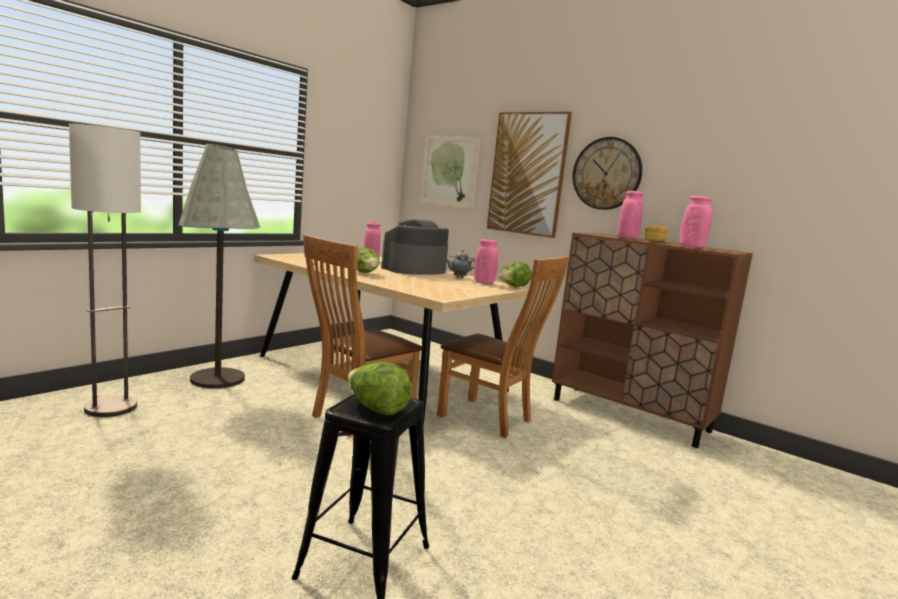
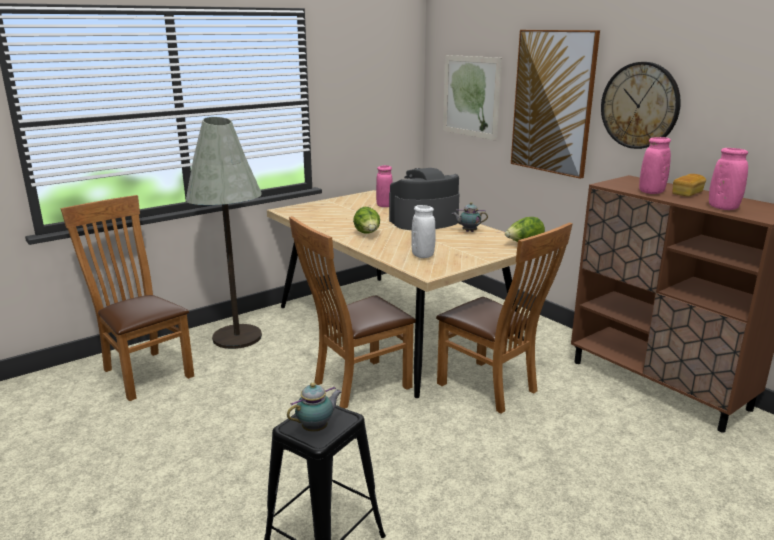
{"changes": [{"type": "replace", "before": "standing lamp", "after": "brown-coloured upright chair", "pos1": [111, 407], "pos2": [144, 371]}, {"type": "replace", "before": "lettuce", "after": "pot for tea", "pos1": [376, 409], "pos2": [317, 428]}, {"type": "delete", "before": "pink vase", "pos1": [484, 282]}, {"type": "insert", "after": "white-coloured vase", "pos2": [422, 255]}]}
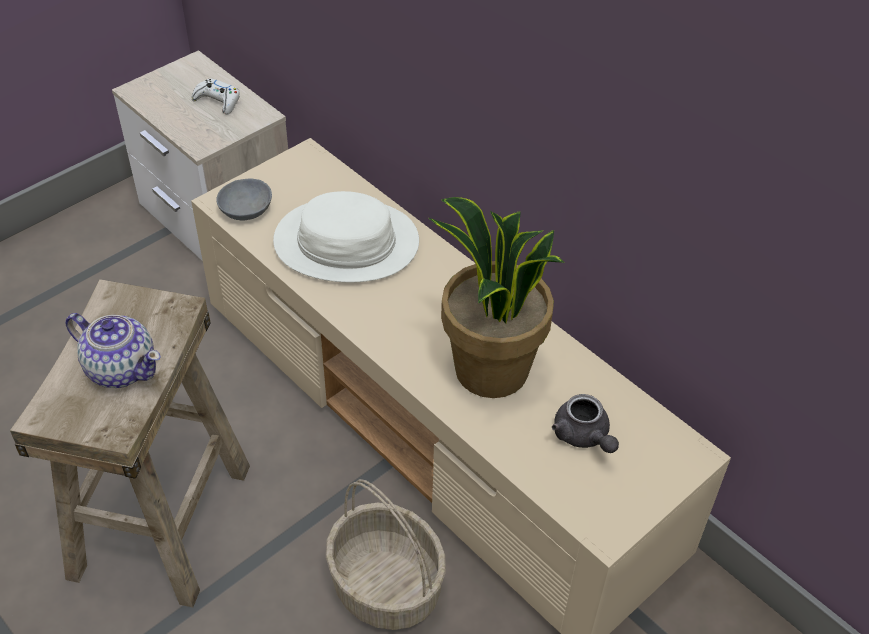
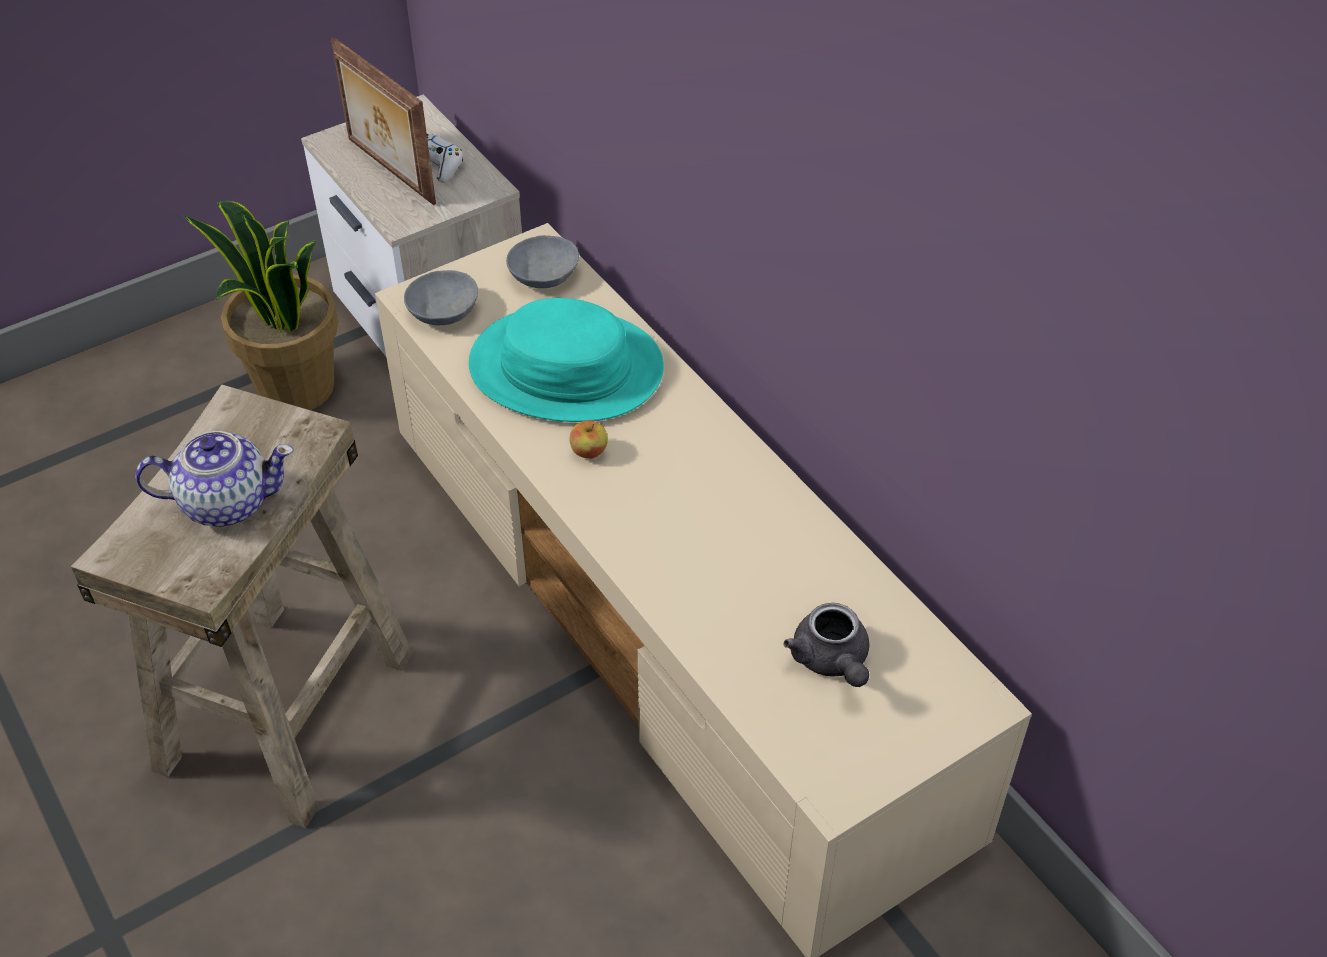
{"changes": [{"type": "rotate", "before": "pot for tea", "pos1": [121, 368], "pos2": [225, 502], "turn": -45}, {"type": "recolor", "before": "white-coloured hat", "after": "blue-green hat", "pos1": [346, 243], "pos2": [566, 368]}, {"type": "delete", "before": "basket", "pos1": [387, 586]}, {"type": "move", "before": "houseplant", "pos1": [490, 371], "pos2": [295, 389]}, {"type": "insert", "after": "photo frame", "pos2": [389, 171]}, {"type": "insert", "after": "gray serving bowl", "pos2": [543, 273]}, {"type": "insert", "after": "whole apple", "pos2": [589, 452]}]}
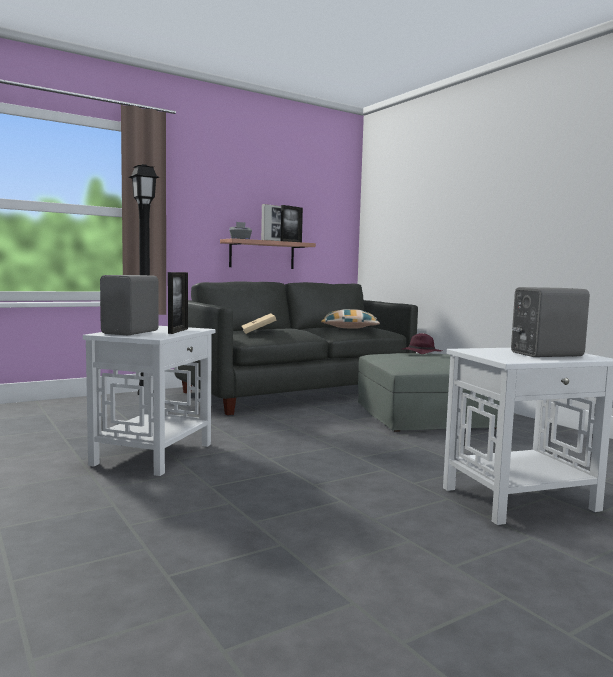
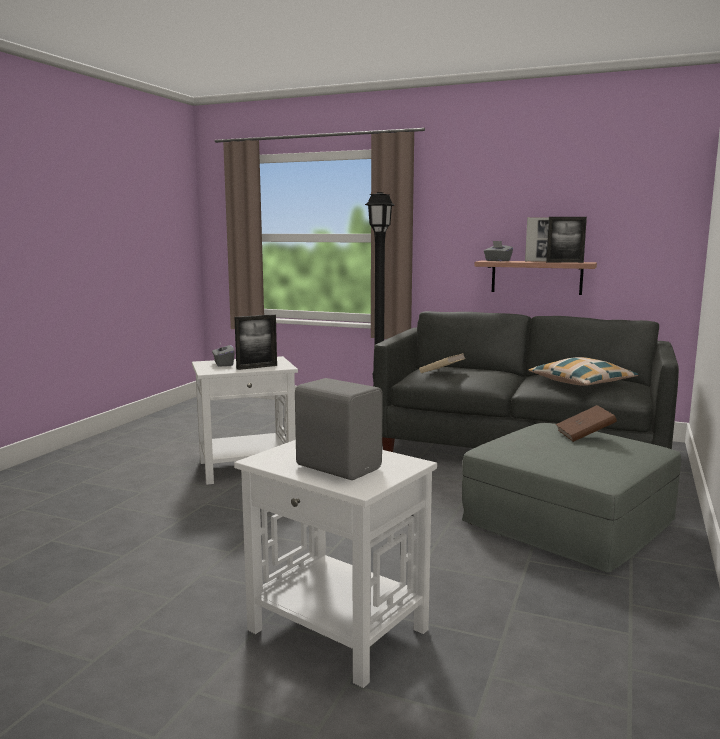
{"changes": [{"type": "replace", "before": "gray loudspeaker", "after": "gray box of tissues", "pos1": [132, 332], "pos2": [223, 364]}, {"type": "replace", "before": "purple-coloured hat", "after": "brown-coloured volume", "pos1": [420, 353], "pos2": [584, 435]}]}
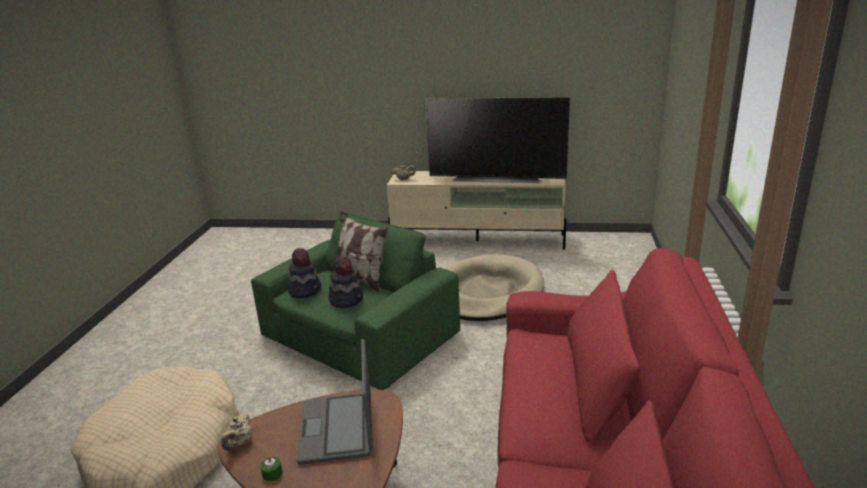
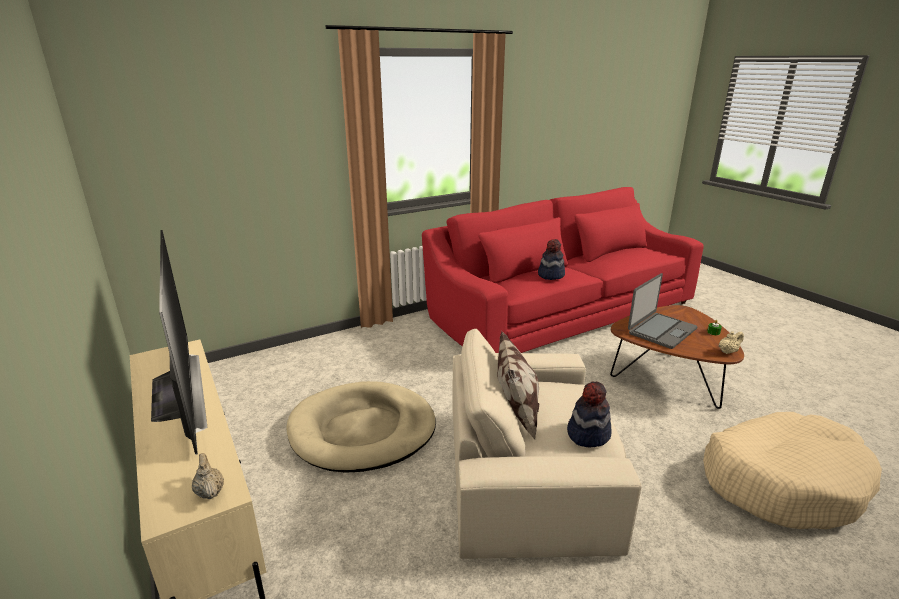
{"changes": [{"type": "recolor", "before": "greenish armchair", "after": "sand-coloured armchair", "pos1": [359, 336], "pos2": [527, 474]}, {"type": "move", "before": "hat", "pos1": [346, 299], "pos2": [550, 275]}]}
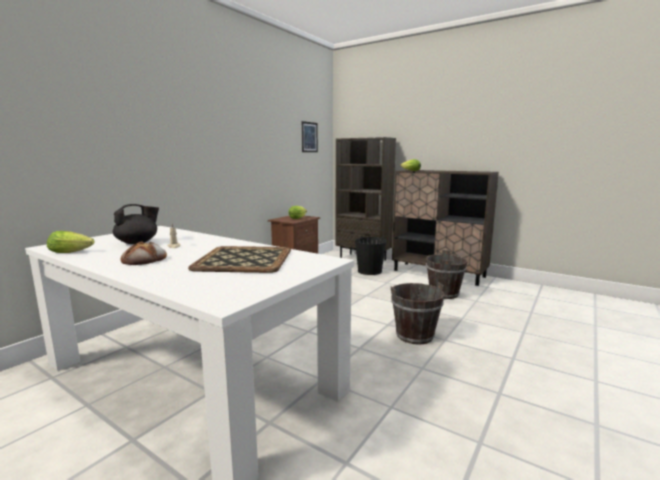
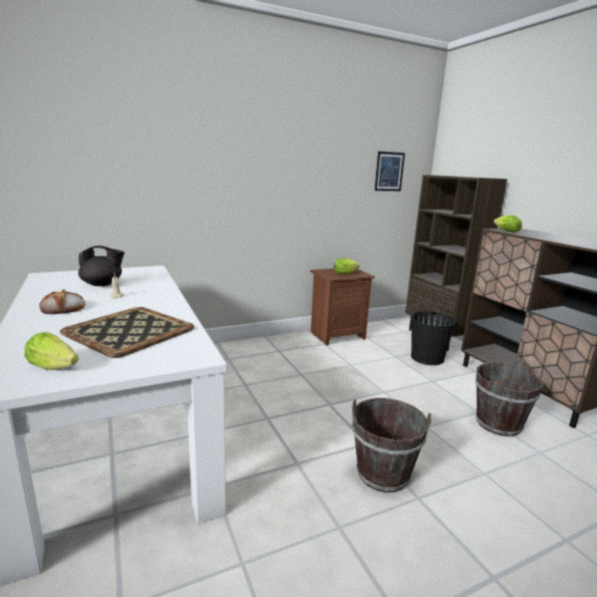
{"changes": [{"type": "move", "before": "lettuce", "pos1": [73, 252], "pos2": [55, 367]}]}
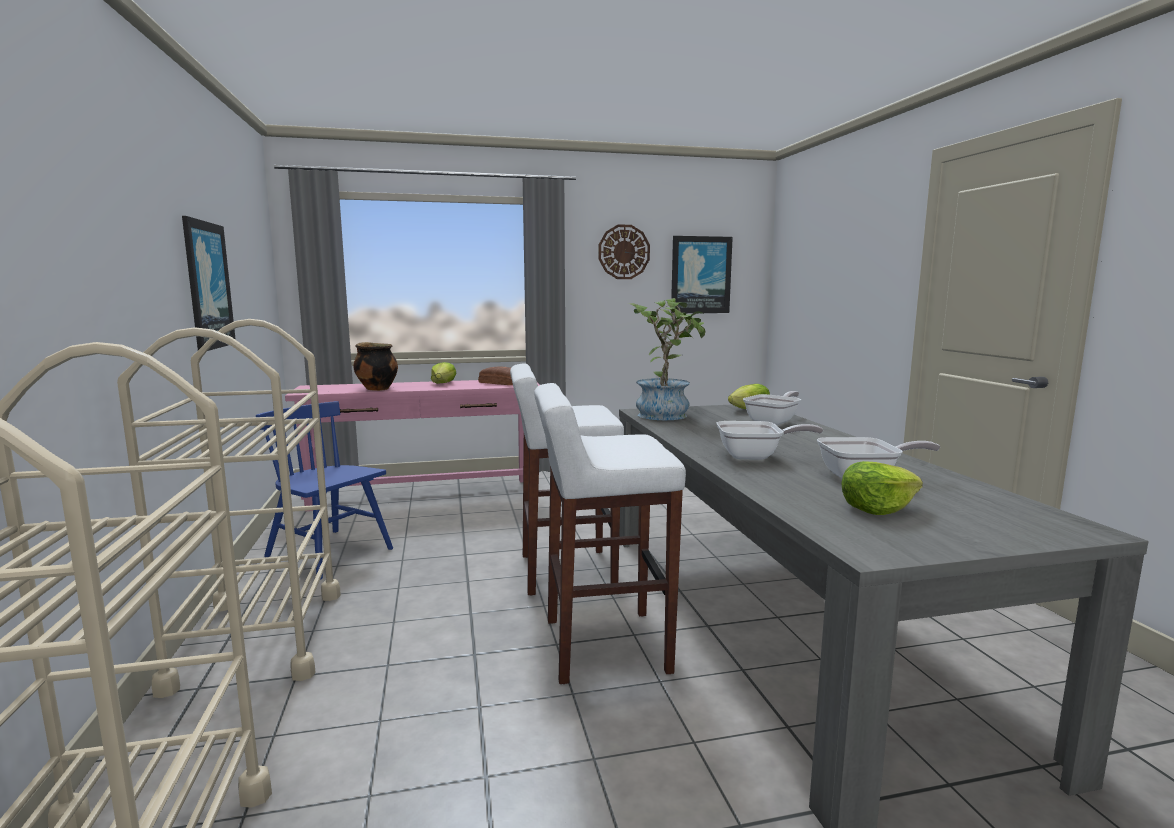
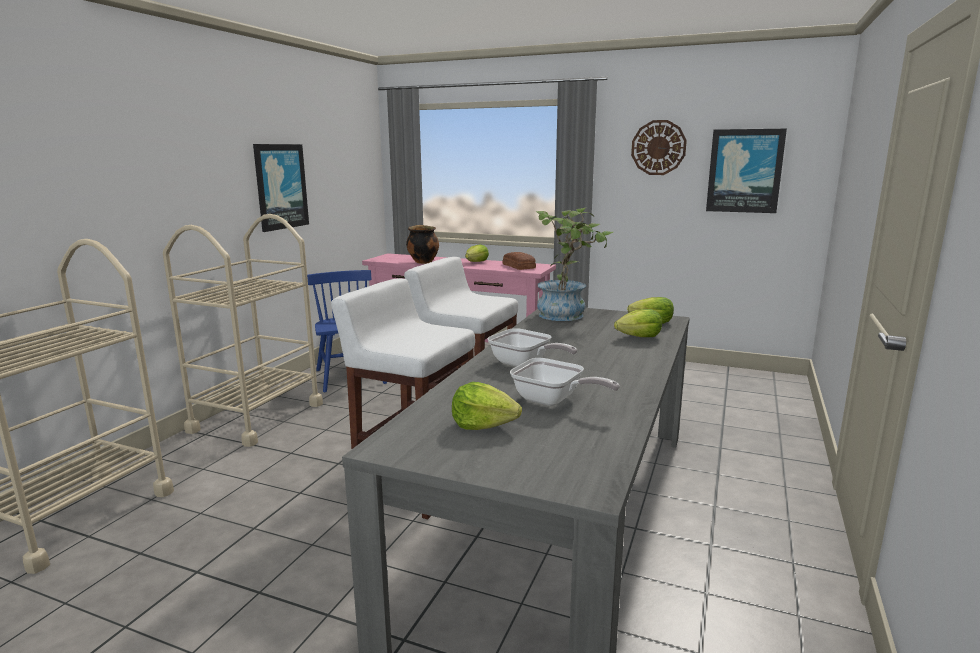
{"changes": [{"type": "replace", "before": "skillet", "after": "lettuce", "pos1": [774, 421], "pos2": [639, 337]}]}
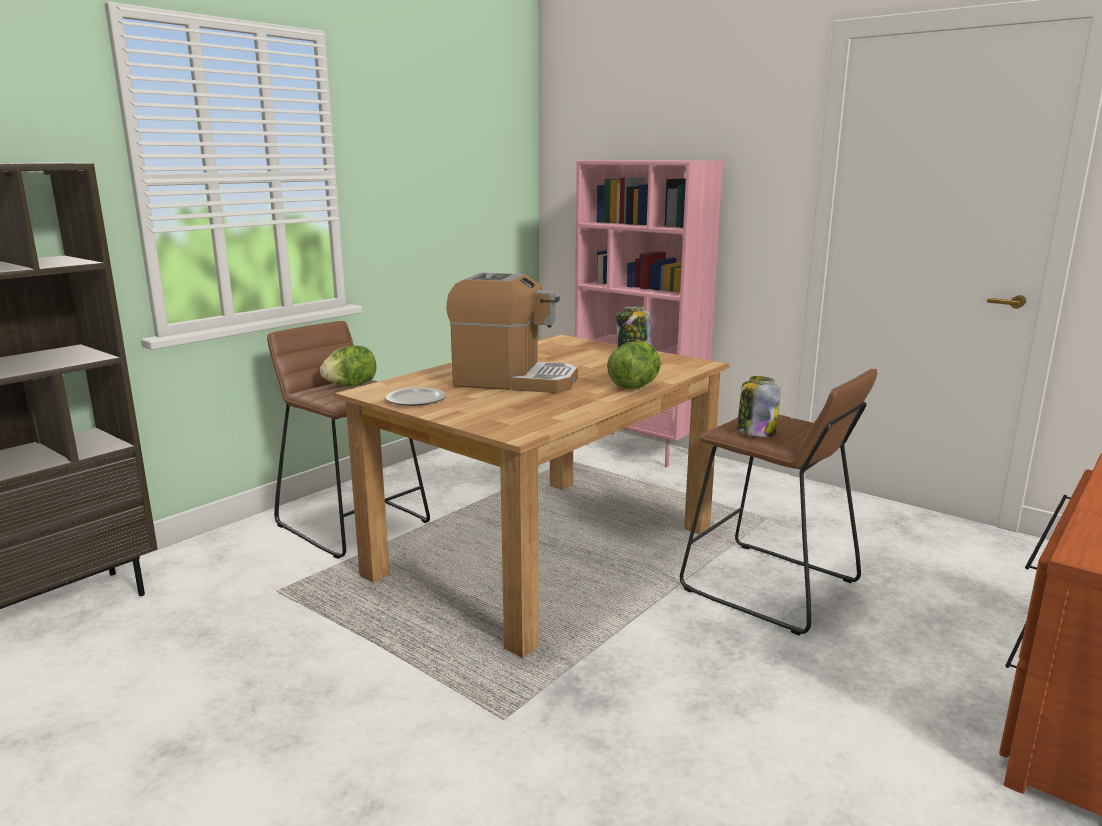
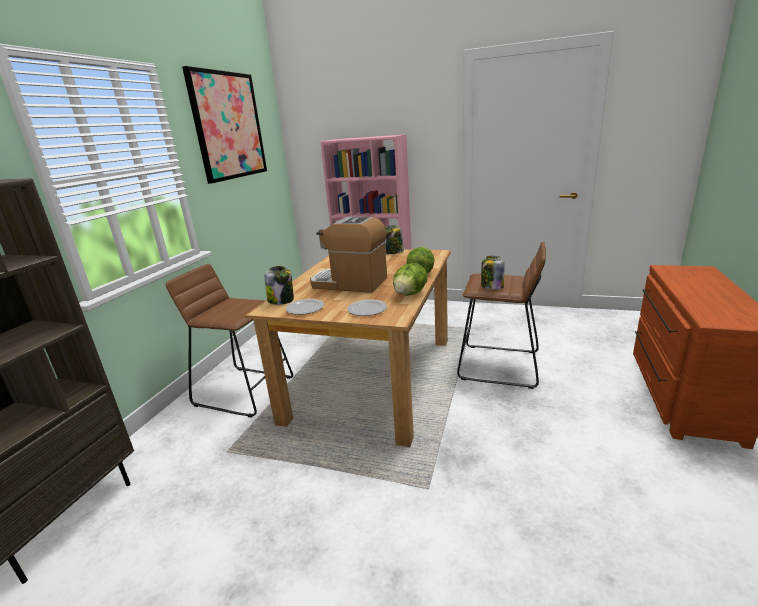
{"changes": [{"type": "move", "before": "lettuce", "pos1": [351, 385], "pos2": [410, 294]}, {"type": "rotate", "before": "coffee maker", "pos1": [514, 381], "pos2": [349, 283], "turn": -150}, {"type": "insert", "after": "wall picture", "pos2": [228, 126]}, {"type": "insert", "after": "preserve jar", "pos2": [281, 300]}, {"type": "insert", "after": "plate", "pos2": [366, 309]}]}
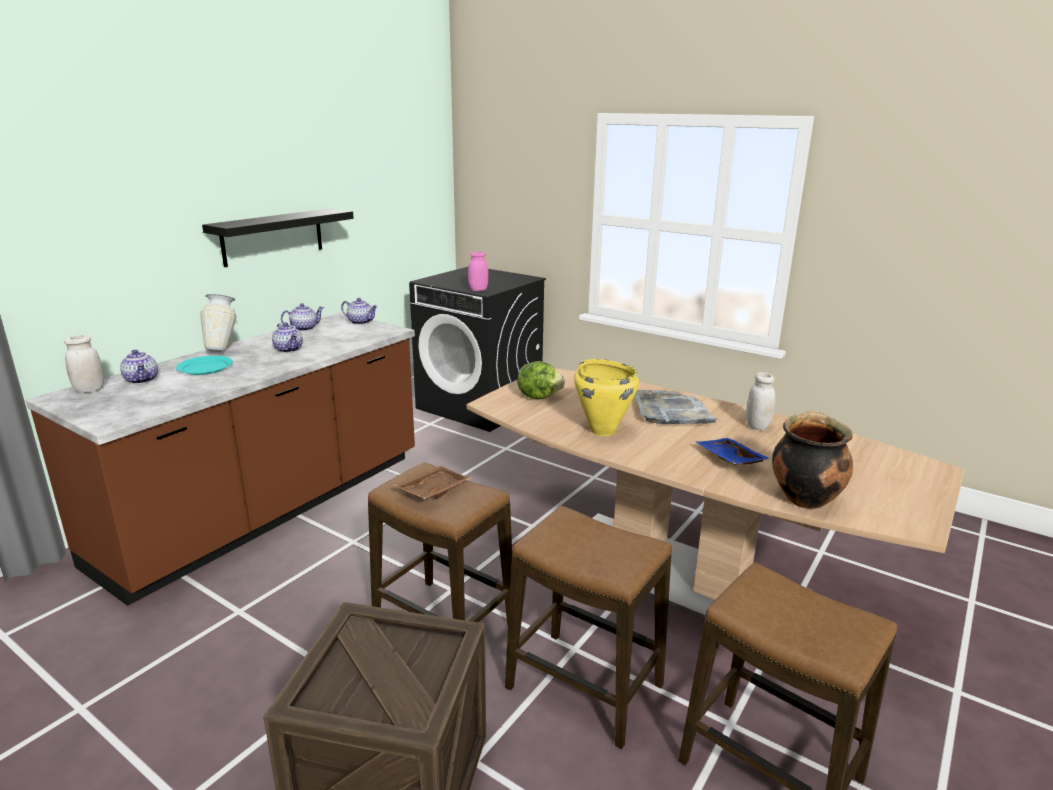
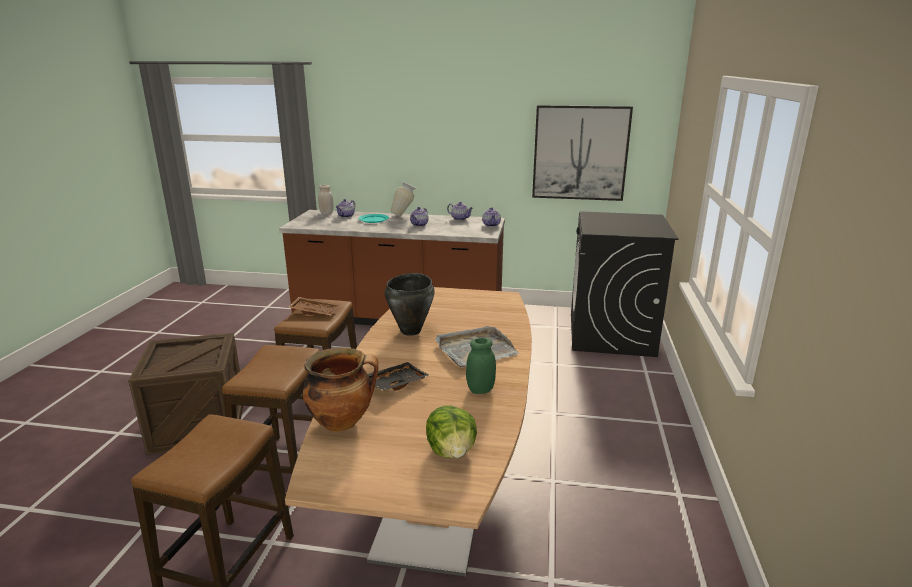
{"changes": [{"type": "delete", "before": "blackish wall shelf", "pos1": [273, 236]}, {"type": "delete", "before": "pink preserve jar", "pos1": [478, 290]}, {"type": "move", "before": "lettuce", "pos1": [539, 396], "pos2": [452, 451]}, {"type": "recolor", "before": "yellow stockpot", "after": "blackish stockpot", "pos1": [603, 430], "pos2": [411, 331]}, {"type": "recolor", "before": "blue serving tray", "after": "blackish serving tray", "pos1": [728, 460], "pos2": [395, 383]}, {"type": "recolor", "before": "white-coloured preserve jar", "after": "greenish preserve jar", "pos1": [757, 426], "pos2": [480, 389]}, {"type": "insert", "after": "wall picture", "pos2": [580, 153]}]}
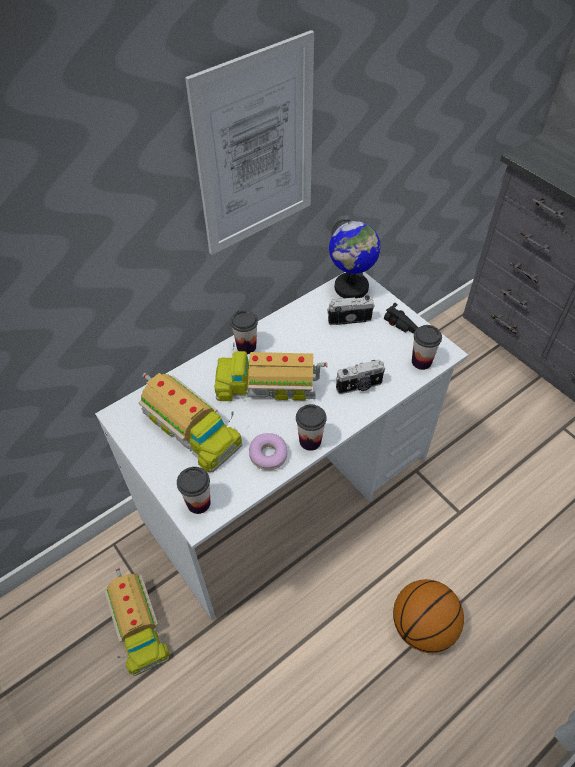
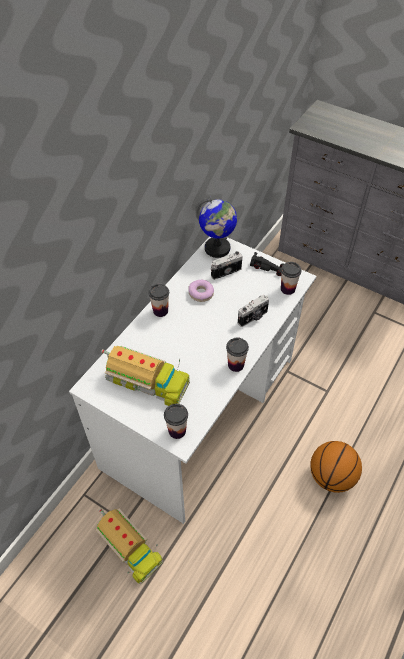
{"changes": [{"type": "delete", "before": "wall picture", "pos1": [256, 150]}, {"type": "delete", "before": "model truck", "pos1": [267, 383]}, {"type": "move", "before": "ring doughnut", "pos1": [268, 455], "pos2": [201, 293]}]}
